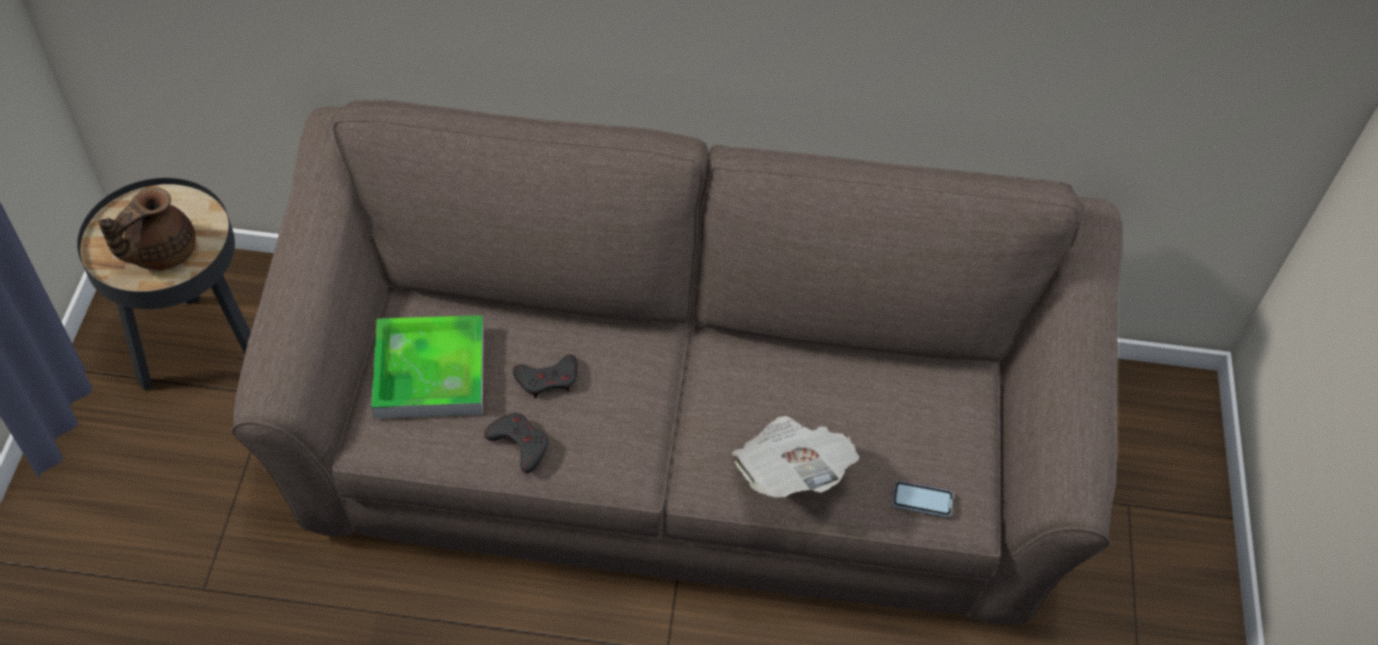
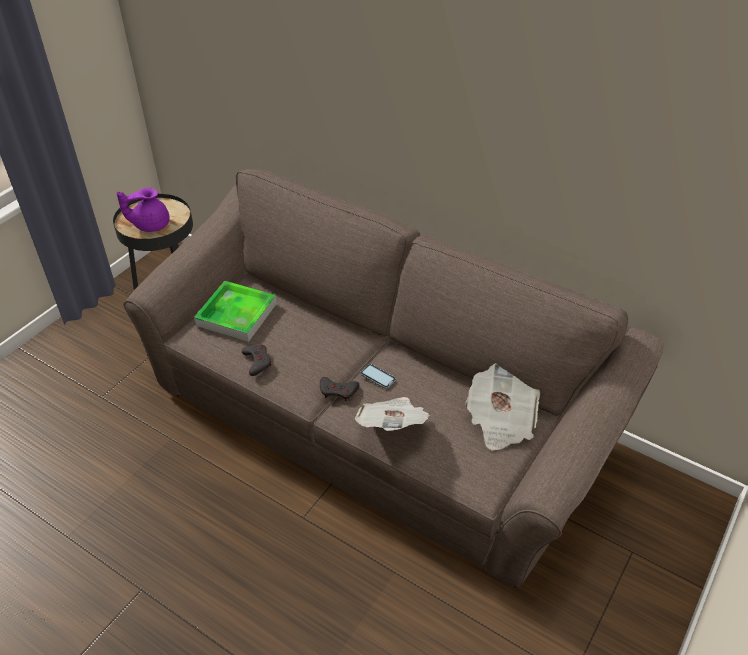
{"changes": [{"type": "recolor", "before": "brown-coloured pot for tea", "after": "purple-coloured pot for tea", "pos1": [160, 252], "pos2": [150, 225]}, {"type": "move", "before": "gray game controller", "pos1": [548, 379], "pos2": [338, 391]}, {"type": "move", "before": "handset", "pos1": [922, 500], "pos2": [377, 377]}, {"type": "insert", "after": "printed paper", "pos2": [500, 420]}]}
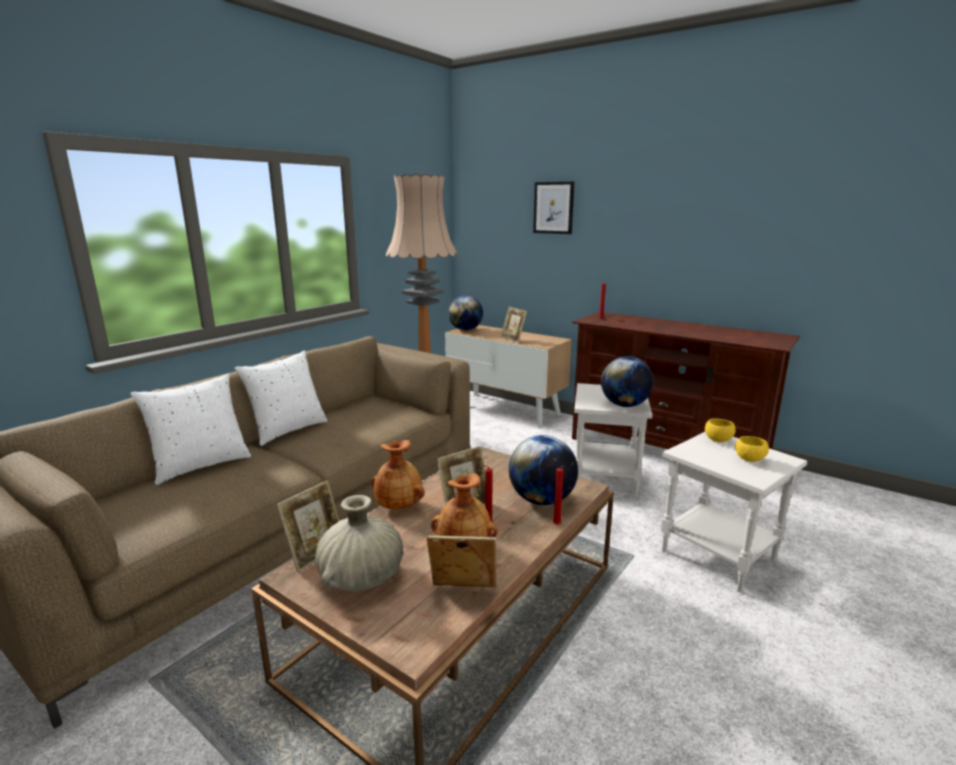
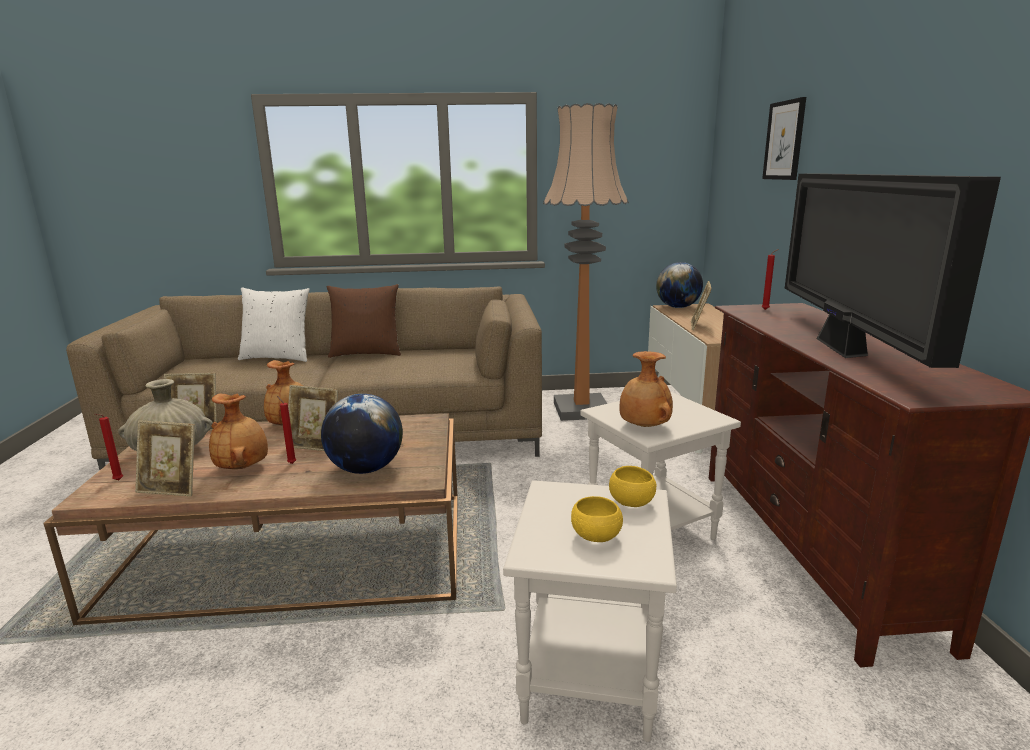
{"changes": [{"type": "recolor", "before": "white-coloured throw pillow", "after": "brown-coloured throw pillow", "pos1": [287, 430], "pos2": [366, 353]}, {"type": "rotate", "before": "photo frame", "pos1": [463, 593], "pos2": [171, 489], "turn": 135}, {"type": "move", "before": "red wax candle", "pos1": [557, 525], "pos2": [117, 481]}, {"type": "replace", "before": "desk globe", "after": "brown-coloured vase", "pos1": [624, 405], "pos2": [643, 427]}, {"type": "insert", "after": "TV set", "pos2": [842, 349]}]}
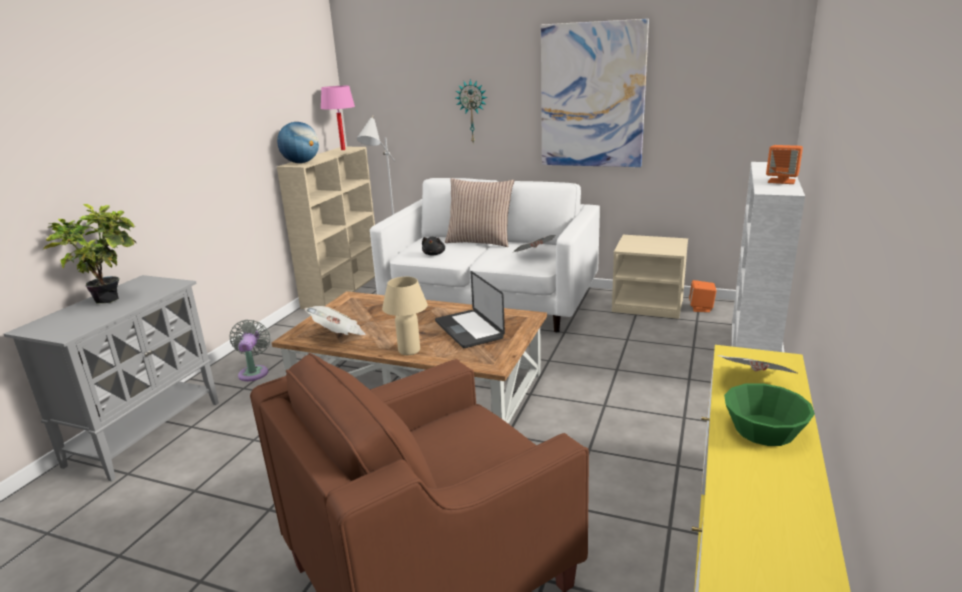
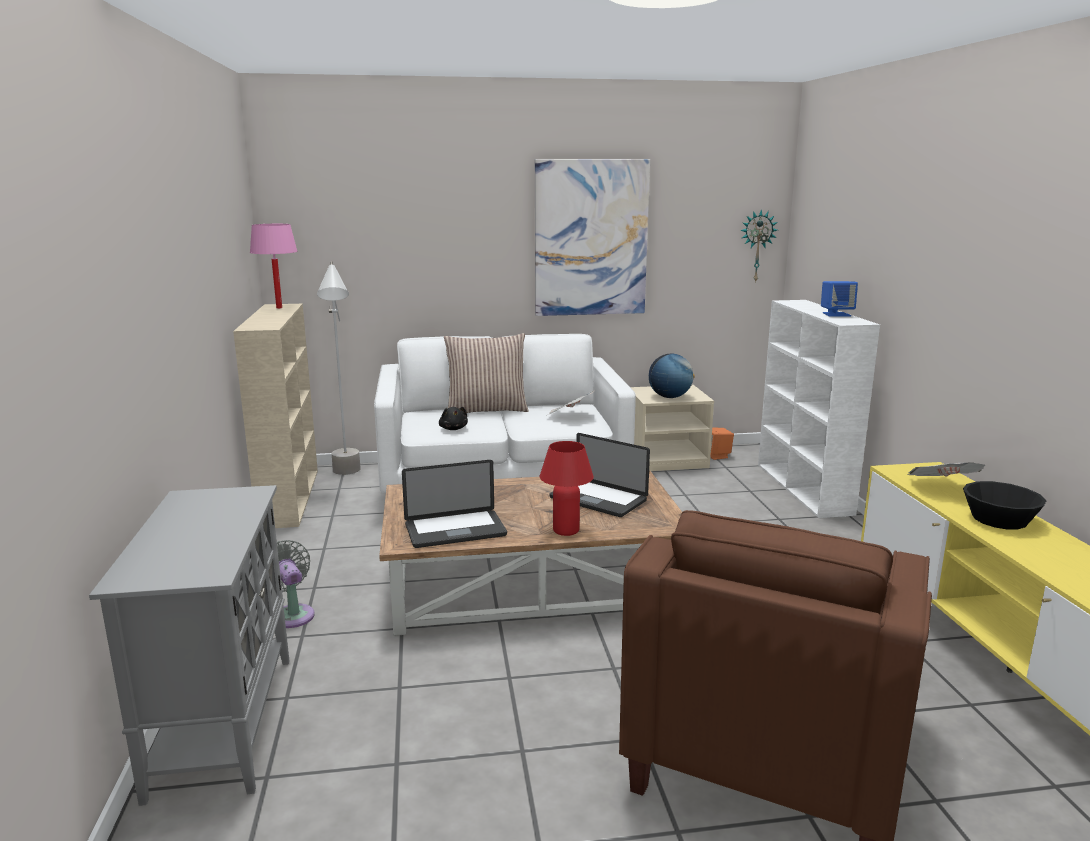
{"changes": [{"type": "delete", "before": "houseplant", "pos1": [111, 298]}, {"type": "move", "before": "desk globe", "pos1": [301, 162], "pos2": [669, 397]}, {"type": "replace", "before": "printed paper", "after": "laptop", "pos1": [338, 334], "pos2": [455, 530]}, {"type": "recolor", "before": "sand-coloured table lamp", "after": "red table lamp", "pos1": [409, 350], "pos2": [566, 530]}, {"type": "move", "before": "hanging clock", "pos1": [472, 111], "pos2": [756, 246]}, {"type": "recolor", "before": "greenish serving bowl", "after": "blackish serving bowl", "pos1": [764, 430], "pos2": [999, 519]}, {"type": "recolor", "before": "orange-coloured loudspeaker", "after": "blue loudspeaker", "pos1": [782, 181], "pos2": [836, 314]}]}
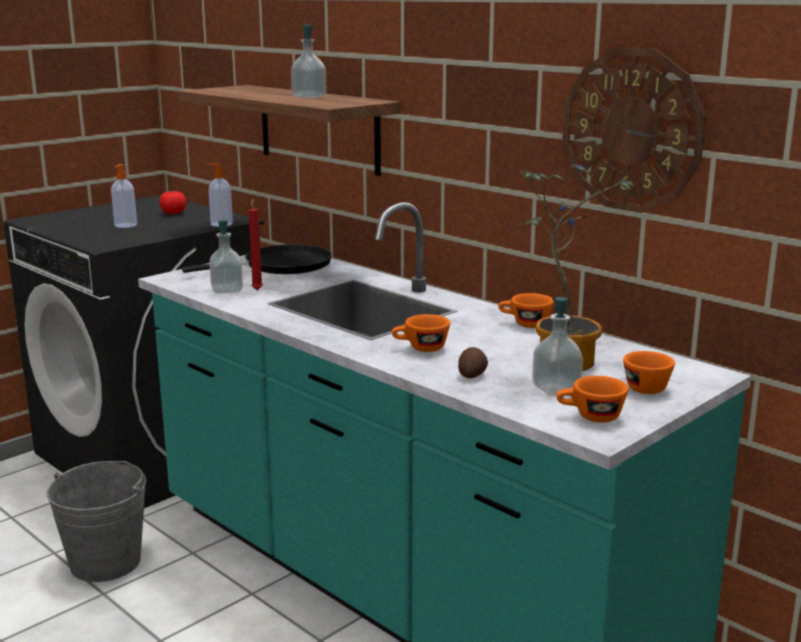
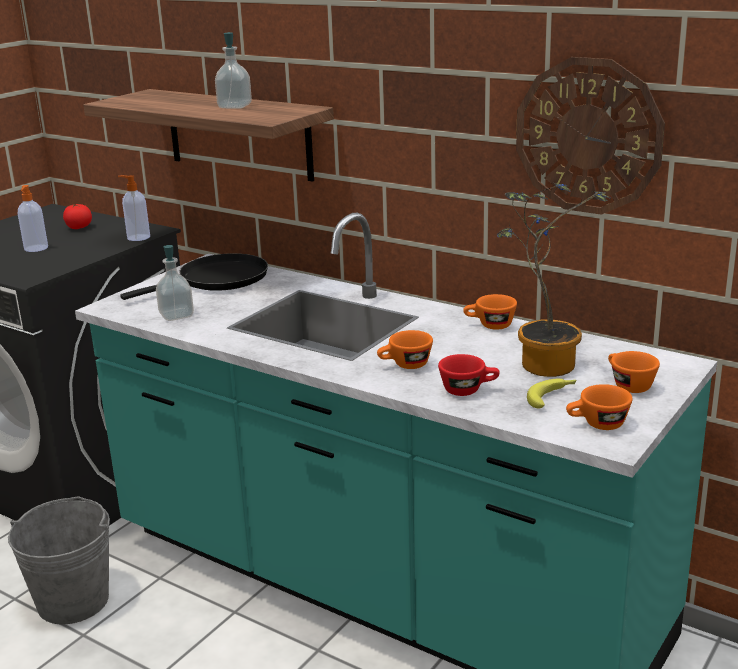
{"changes": [{"type": "delete", "before": "red wax candle", "pos1": [257, 289]}, {"type": "replace", "before": "potato", "after": "red drinking cup", "pos1": [472, 374], "pos2": [468, 390]}, {"type": "replace", "before": "liquid soap bottle", "after": "whole banana", "pos1": [556, 389], "pos2": [552, 397]}]}
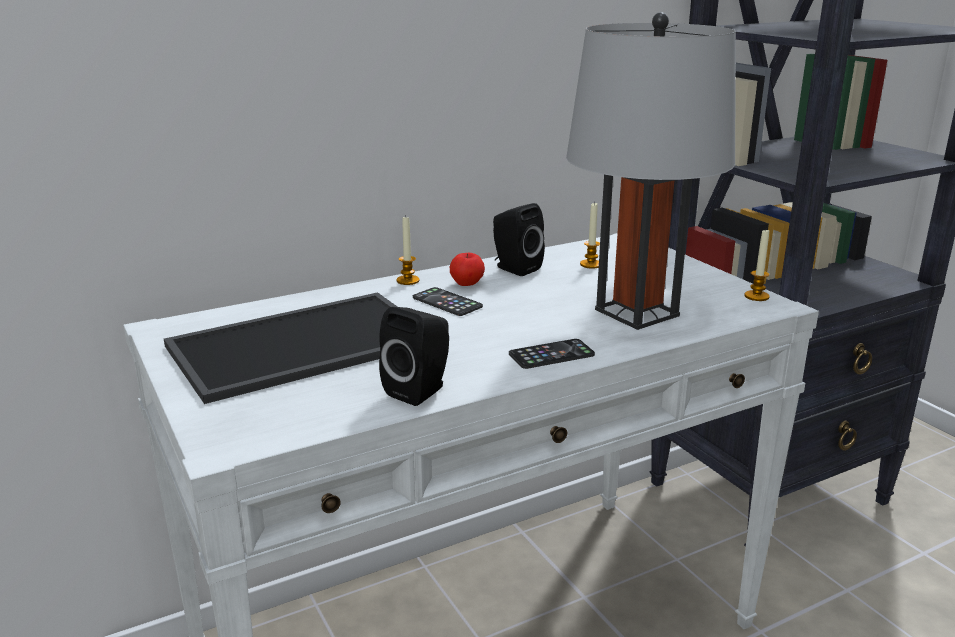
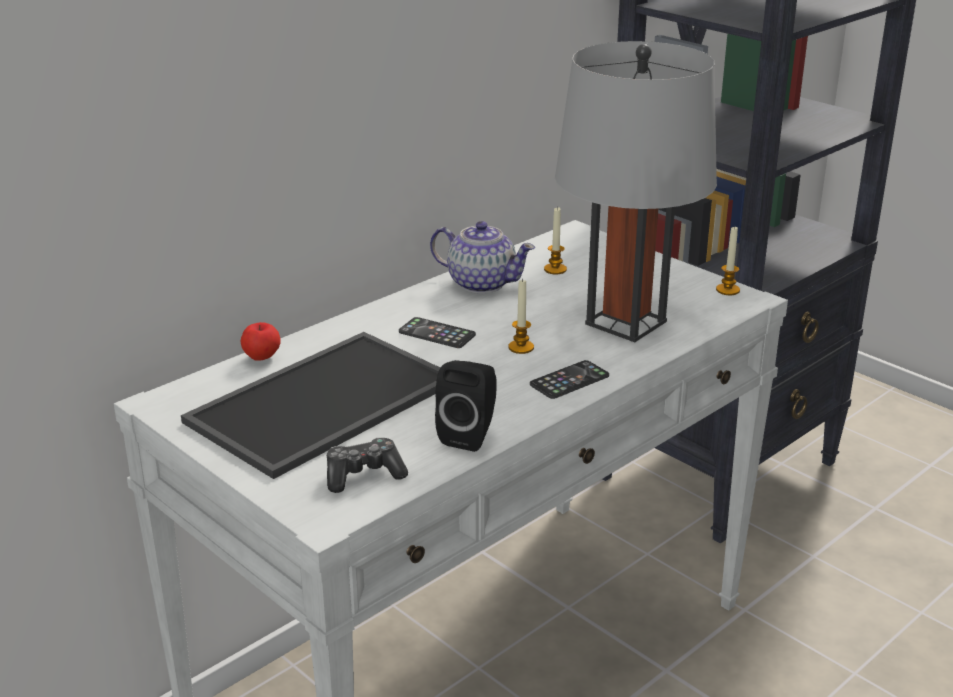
{"changes": [{"type": "move", "before": "wax candle", "pos1": [408, 281], "pos2": [521, 347]}, {"type": "move", "before": "whole apple", "pos1": [466, 284], "pos2": [261, 357]}, {"type": "replace", "before": "blackish loudspeaker", "after": "pot for tea", "pos1": [514, 268], "pos2": [481, 283]}, {"type": "insert", "after": "game controller", "pos2": [363, 475]}]}
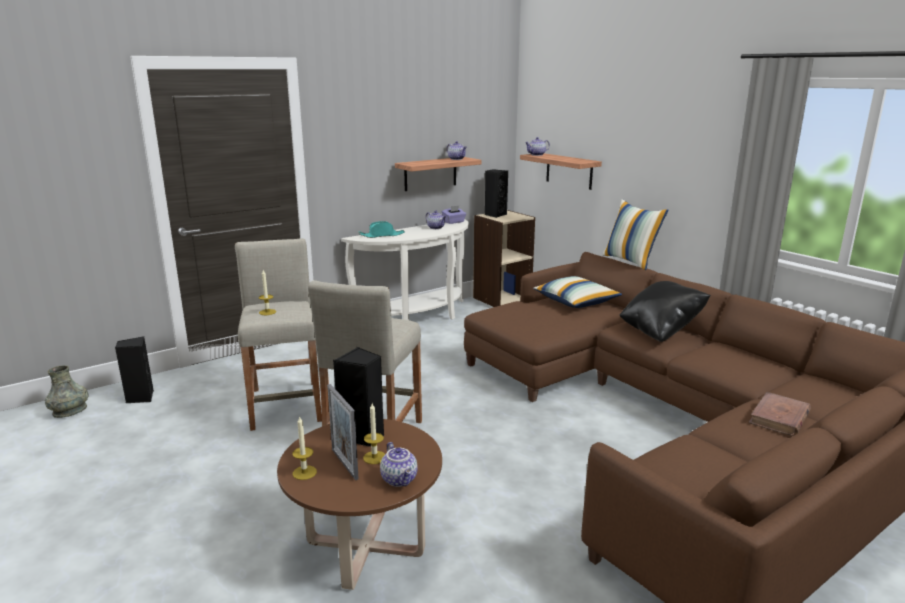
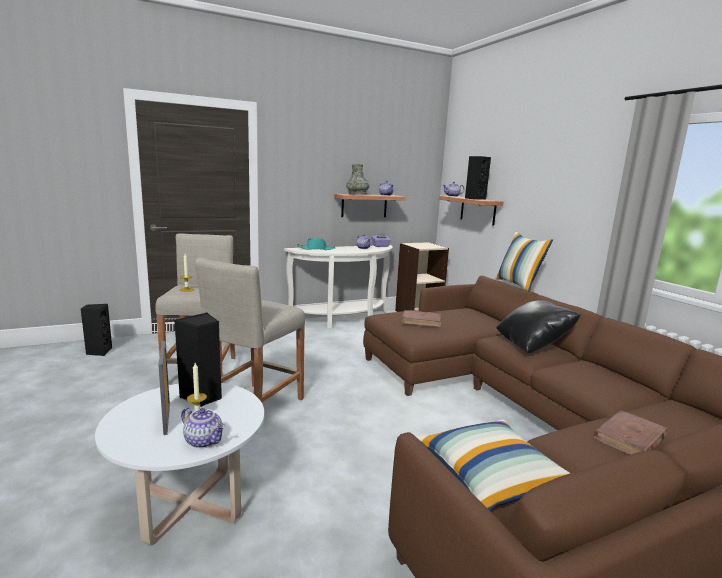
{"changes": [{"type": "move", "before": "gray vase", "pos1": [70, 411], "pos2": [357, 194]}, {"type": "recolor", "before": "brown-coloured coffee table", "after": "white-coloured coffee table", "pos1": [365, 547], "pos2": [189, 504]}, {"type": "delete", "before": "wax candle", "pos1": [304, 472]}, {"type": "rotate", "before": "pot for tea", "pos1": [400, 479], "pos2": [204, 441], "turn": -45}, {"type": "move", "before": "blackish loudspeaker", "pos1": [495, 215], "pos2": [474, 199]}, {"type": "move", "before": "throw pillow", "pos1": [576, 302], "pos2": [492, 478]}, {"type": "insert", "after": "brown-coloured volume", "pos2": [421, 321]}]}
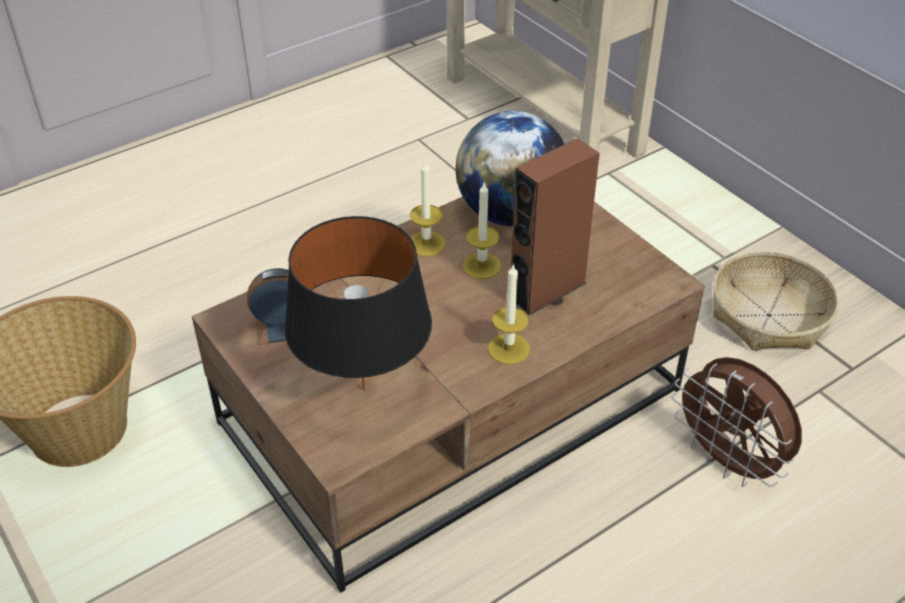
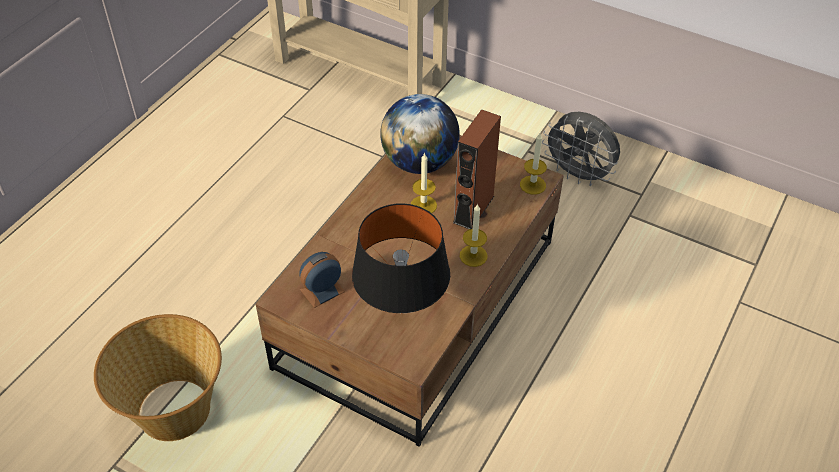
{"changes": [{"type": "move", "before": "wax candle", "pos1": [426, 244], "pos2": [532, 185]}, {"type": "delete", "before": "brown-coloured fan", "pos1": [728, 462]}, {"type": "replace", "before": "basket", "after": "gray fan", "pos1": [769, 315], "pos2": [578, 175]}]}
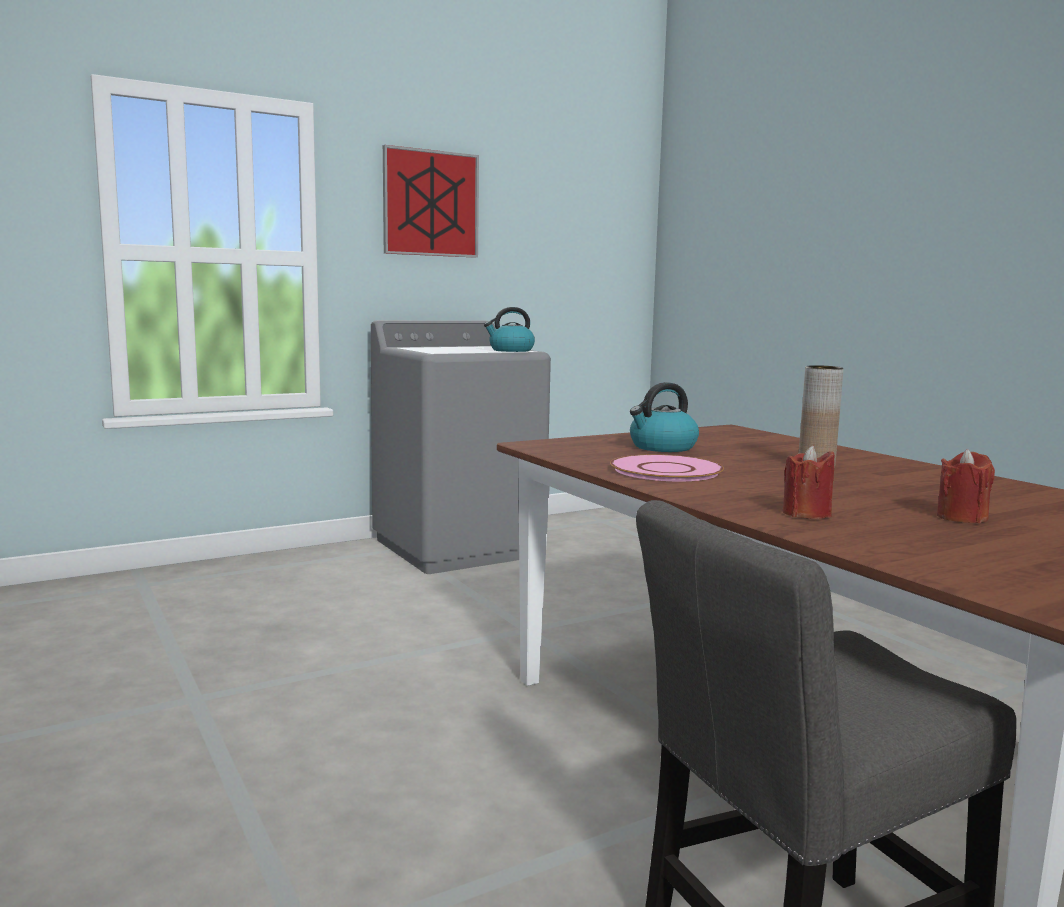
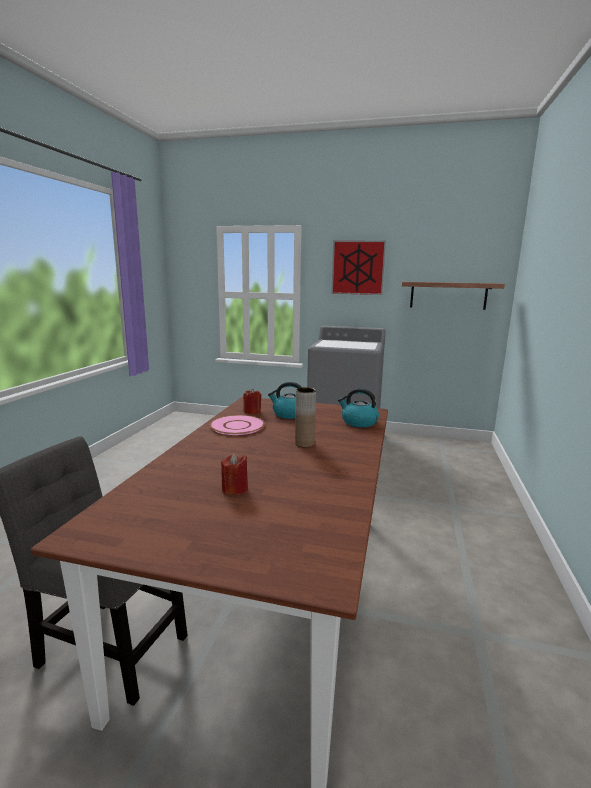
{"changes": [{"type": "move", "before": "water kettle", "pos1": [511, 350], "pos2": [358, 422]}, {"type": "move", "before": "red wax candle", "pos1": [806, 514], "pos2": [252, 412]}, {"type": "insert", "after": "wall shelf", "pos2": [448, 295]}]}
